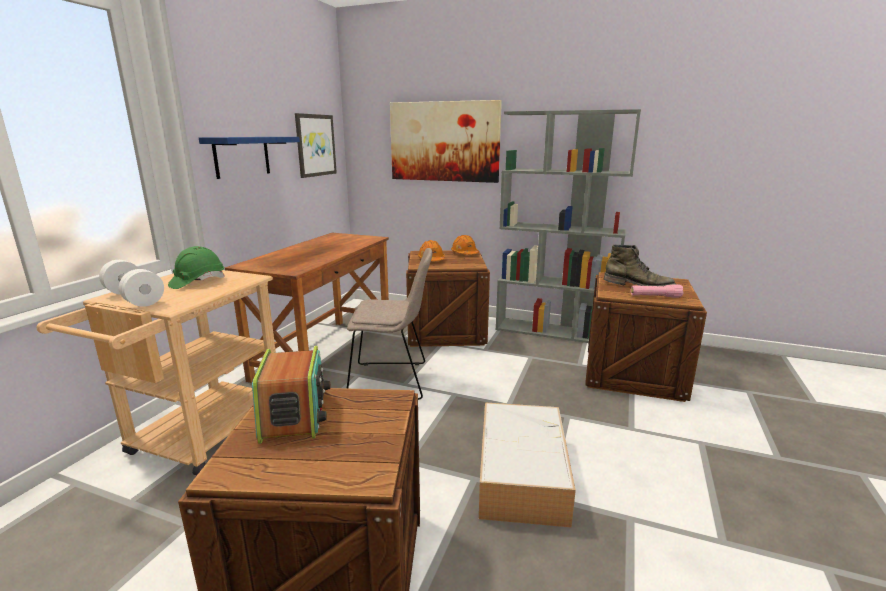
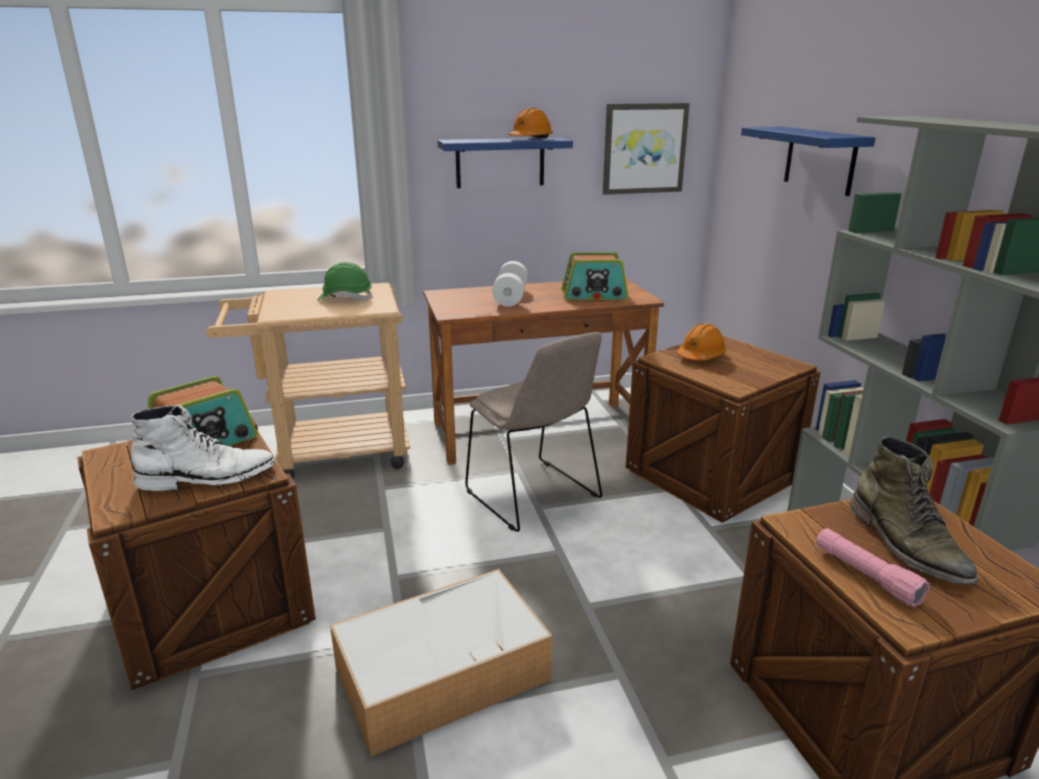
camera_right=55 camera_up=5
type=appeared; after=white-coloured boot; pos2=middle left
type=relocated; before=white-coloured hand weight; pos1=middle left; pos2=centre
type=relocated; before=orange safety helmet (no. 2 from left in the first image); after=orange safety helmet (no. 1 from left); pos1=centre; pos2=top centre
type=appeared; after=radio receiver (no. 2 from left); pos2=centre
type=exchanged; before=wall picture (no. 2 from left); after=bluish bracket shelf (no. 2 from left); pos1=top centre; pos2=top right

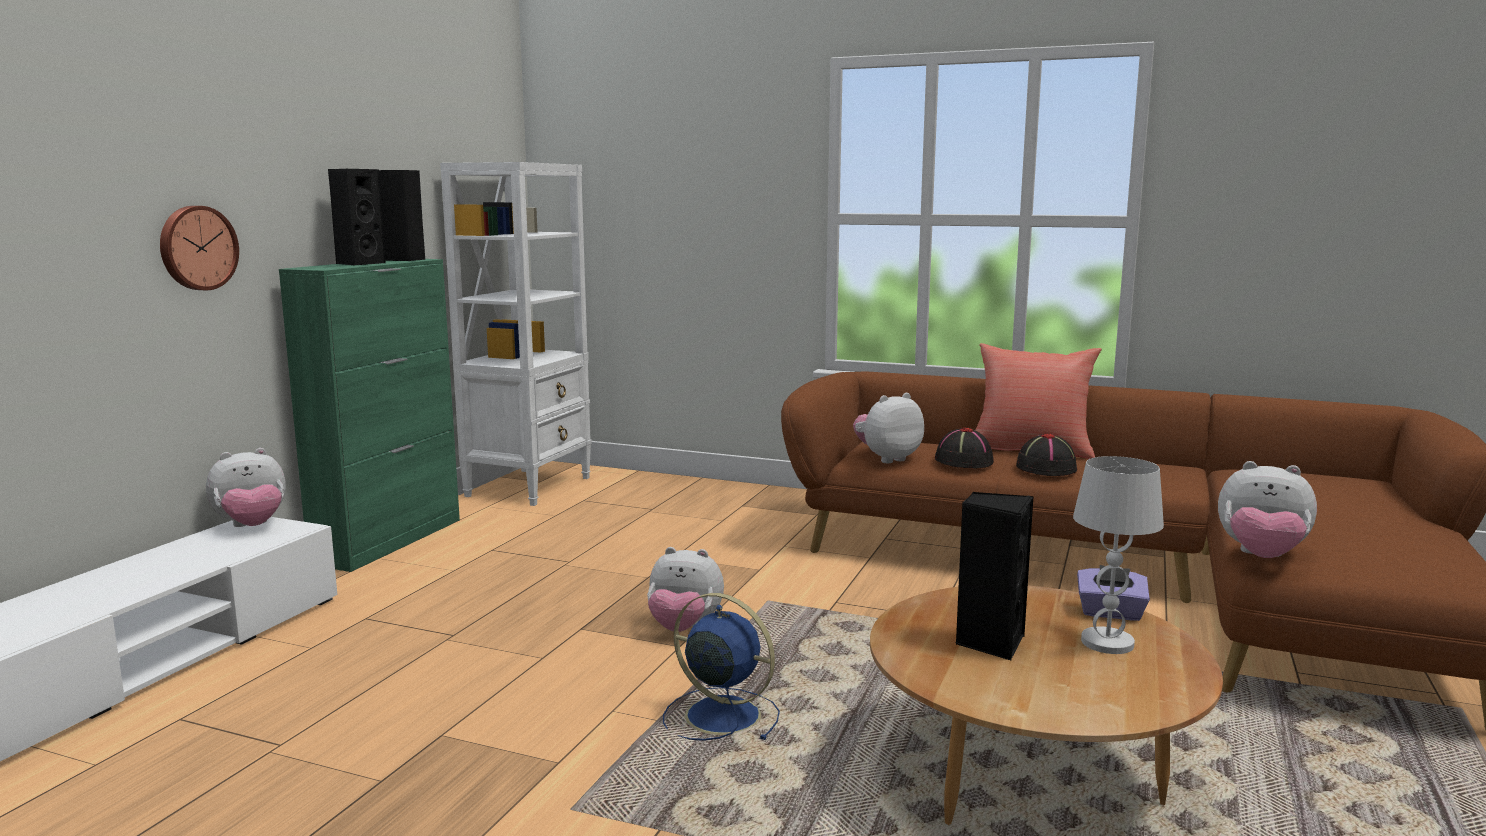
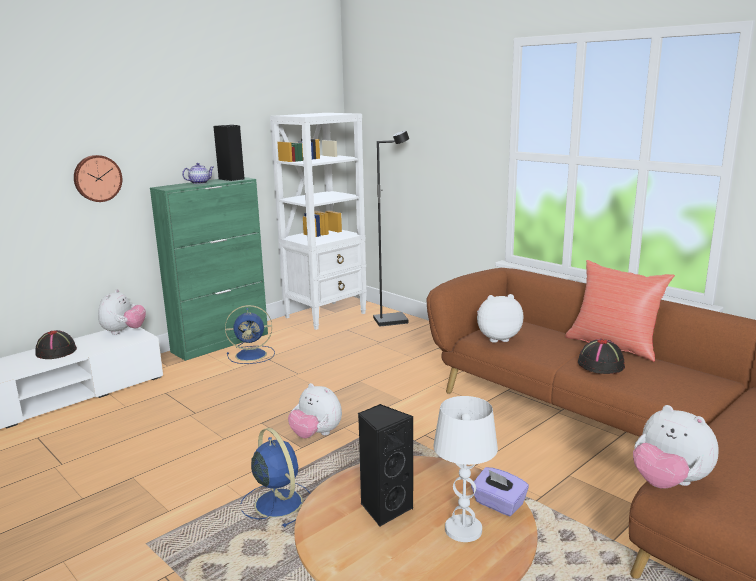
camera_right=25 camera_up=5
type=relocated; before=black-coloured clothing hat (no. 1 from left); pos1=centre; pos2=middle left
type=spun; before=plush toy (no. 1 from left); pos1=middle left; pos2=middle left; turn=-75
type=exchanged; before=black-coloured loudspeaker (no. 1 from left); after=tea pot; pos1=top left; pos2=top left
type=appeared; after=bluish electric fan (no. 1 from left); pos2=middle left
type=appeared; after=black-coloured standard lamp; pos2=centre

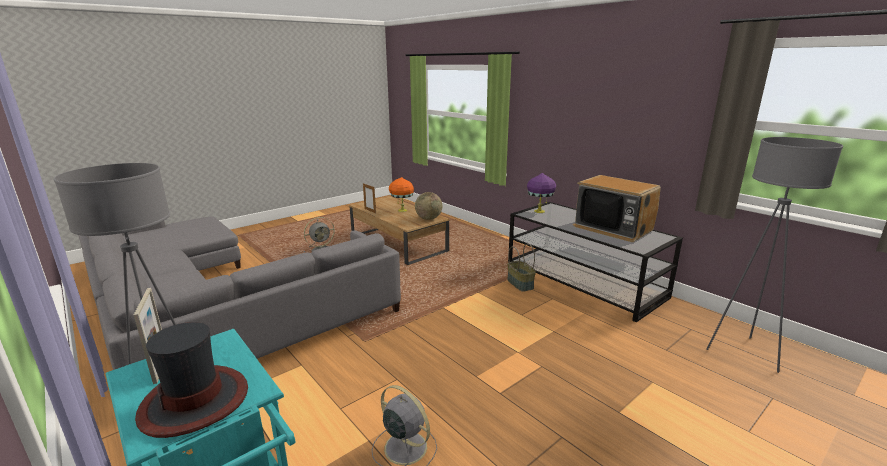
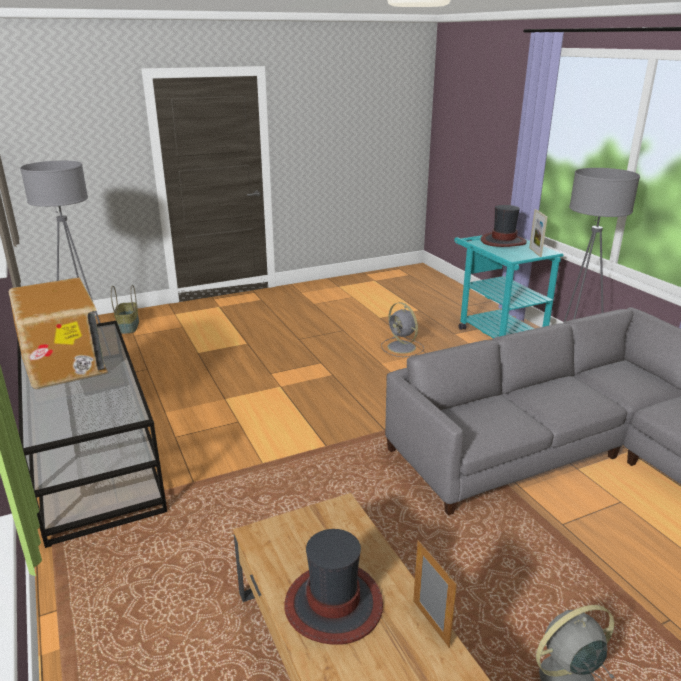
camera_right=-165 camera_up=5
type=relocated; before=basket; pos1=centre; pos2=middle left
type=exchanged; before=orange tabletop lamp; after=clothing hat (no. 1 from left); pos1=centre; pos2=bottom centre
type=missing; before=desk globe; pos1=centre
type=missing; before=purple tabletop lamp; pos1=centre

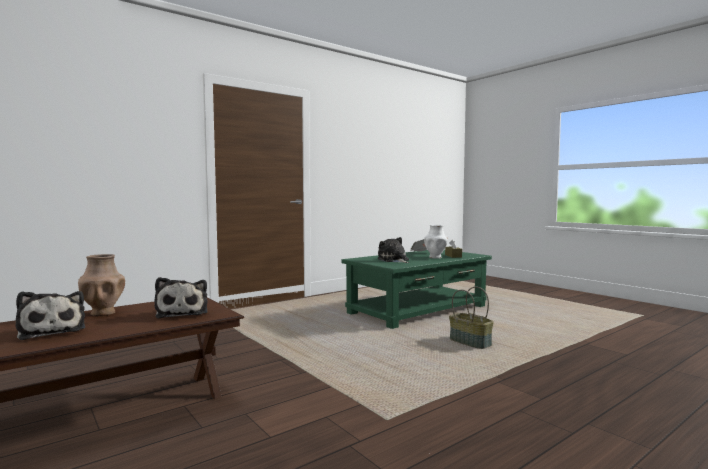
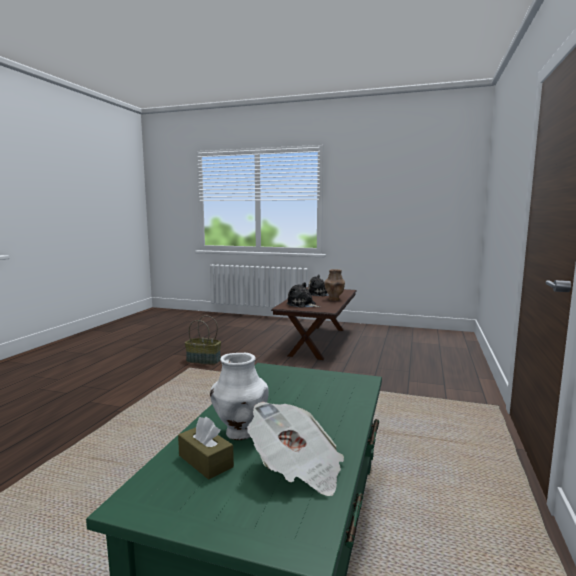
camera_right=145 camera_up=5
type=relocated; before=basket; pos1=bottom centre; pos2=centre
type=missing; before=plush toy (no. 3 from left); pos1=centre

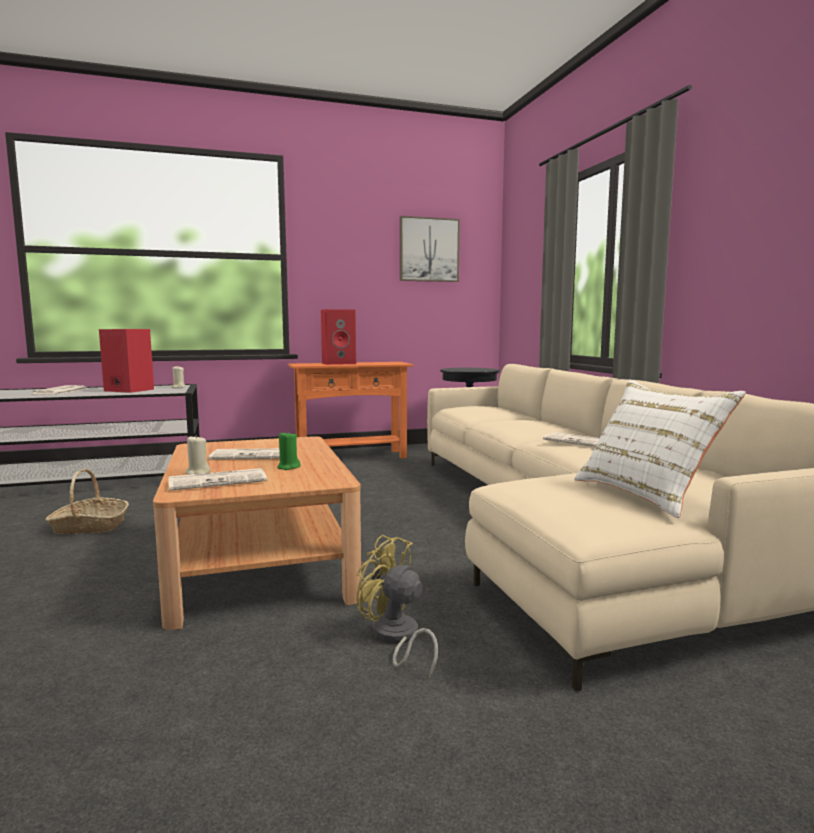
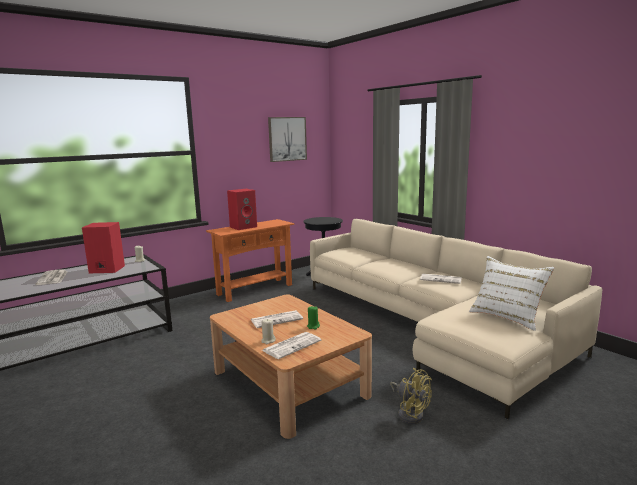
camera_right=-20 camera_up=5
type=spun; before=yellow-coloured electric fan; pos1=bottom centre; pos2=bottom centre; turn=-150
type=missing; before=basket; pos1=middle left

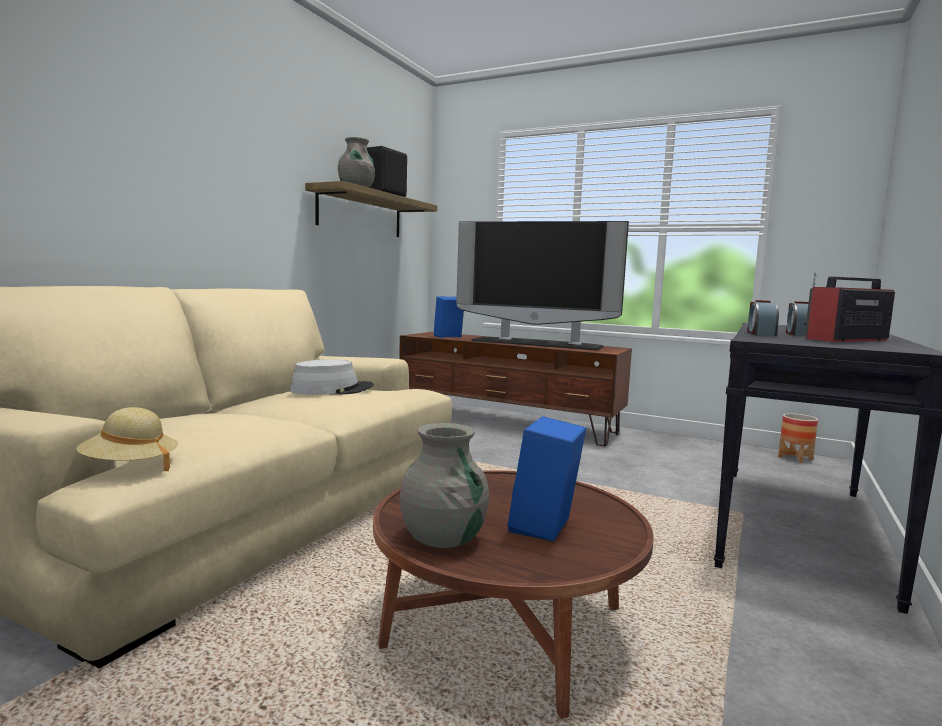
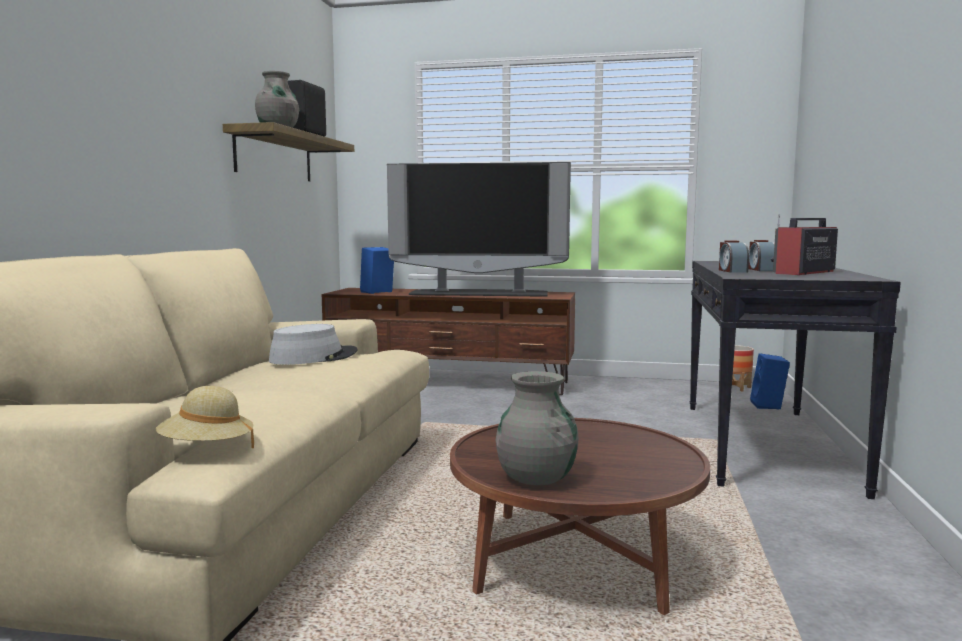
camera_right=-15 camera_up=0
type=relocated; before=bluish loudspeaker (no. 2 from left); pos1=centre; pos2=middle right

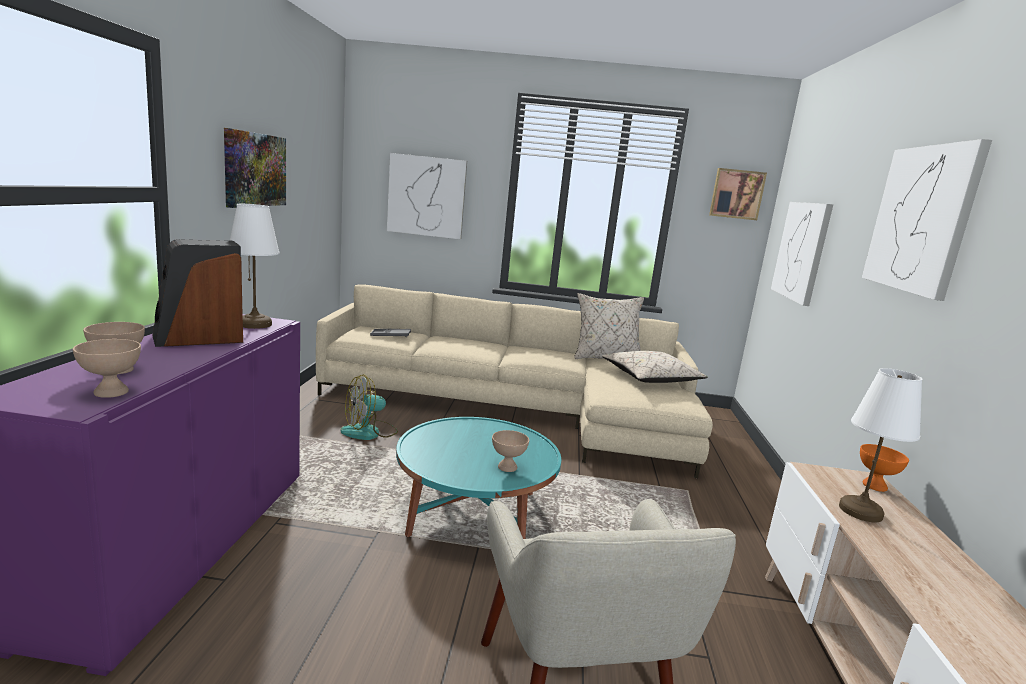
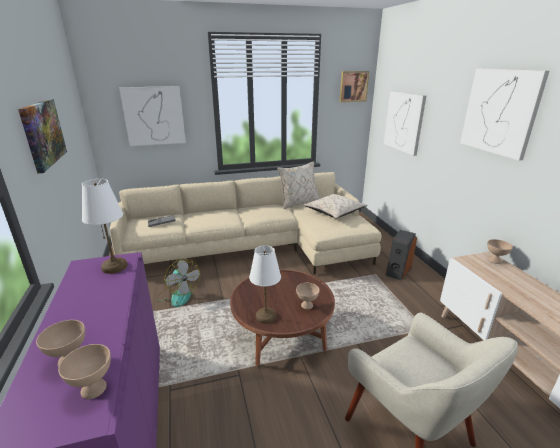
camera_right=-20 camera_up=10
type=spun; before=electric fan; pos1=centre; pos2=middle left; turn=-75
type=colour; before=blue-green coffee table; after=brown-coloured coffee table; pos1=bottom centre; pos2=bottom centre
type=relocated; before=white-coloured tabletop lamp (no. 2 from left); pos1=middle right; pos2=centre
type=relocated; before=loudspeaker; pos1=middle left; pos2=middle right
type=colour; before=orange bowl; after=beige-coloured bowl (no. 4 from left); pos1=bottom right; pos2=middle right

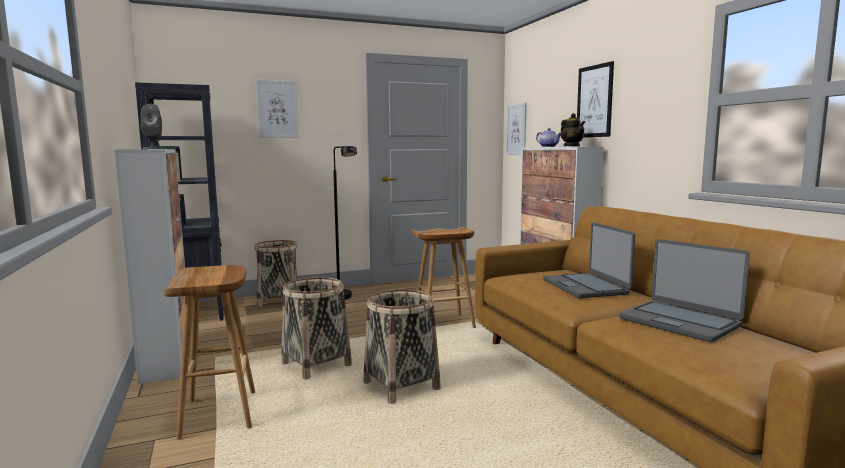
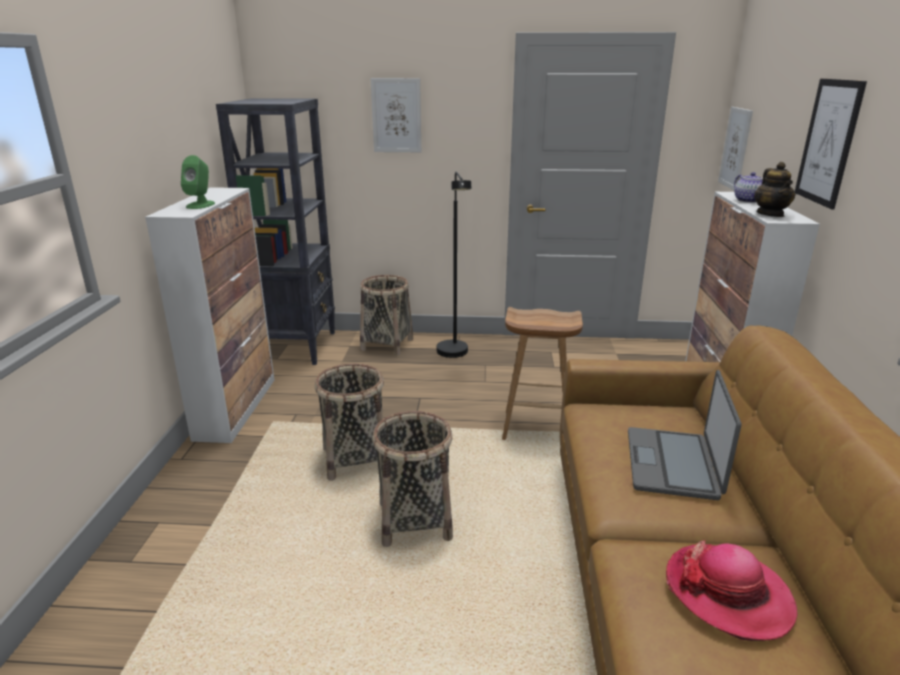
camera_right=25 camera_up=15
type=colour; before=grey loudspeaker; after=greenish loudspeaker; pos1=top left; pos2=top left
type=exchanged; before=portable computer (no. 2 from left); after=clothing hat; pos1=middle right; pos2=bottom right
type=missing; before=brown-coloured stool (no. 1 from left); pos1=bottom left

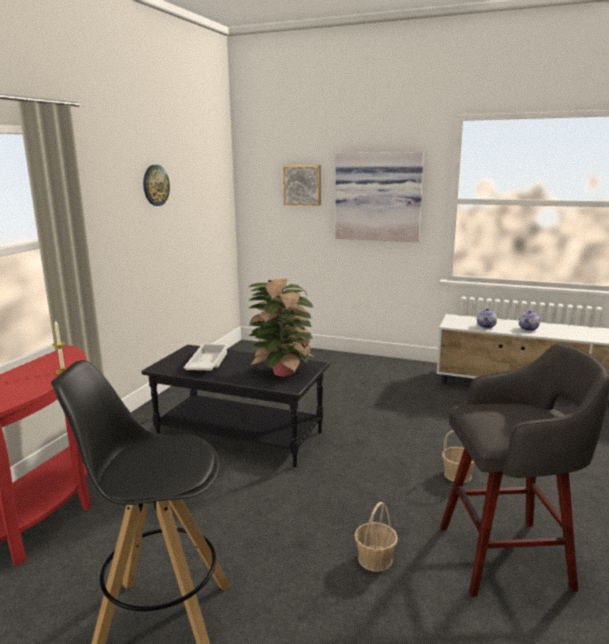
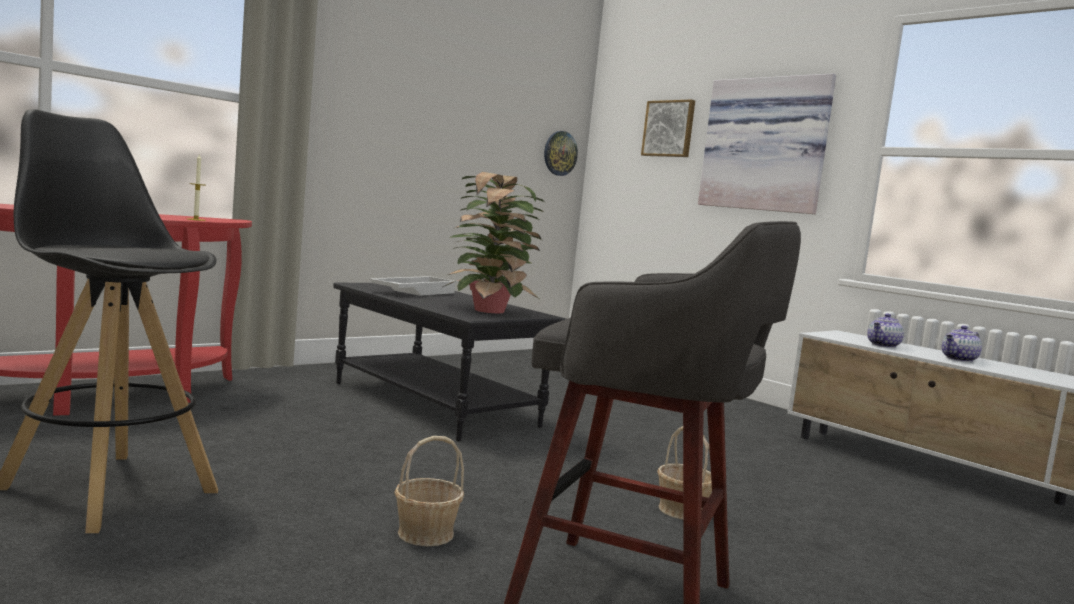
camera_right=25 camera_up=-10
type=relocated; before=wall clock; pos1=top left; pos2=top centre

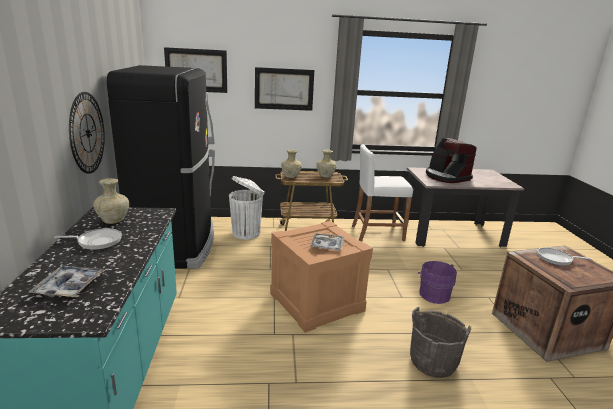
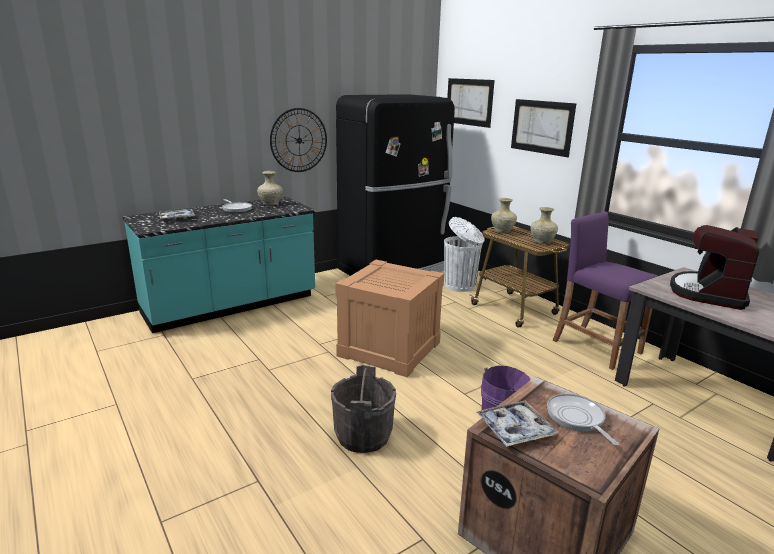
camera_right=60 camera_up=0
type=relocated; before=carrying tray (no. 2 from left); pos1=centre; pos2=bottom right
type=colour; before=white-coloured stool; after=purple stool; pos1=centre; pos2=middle right

